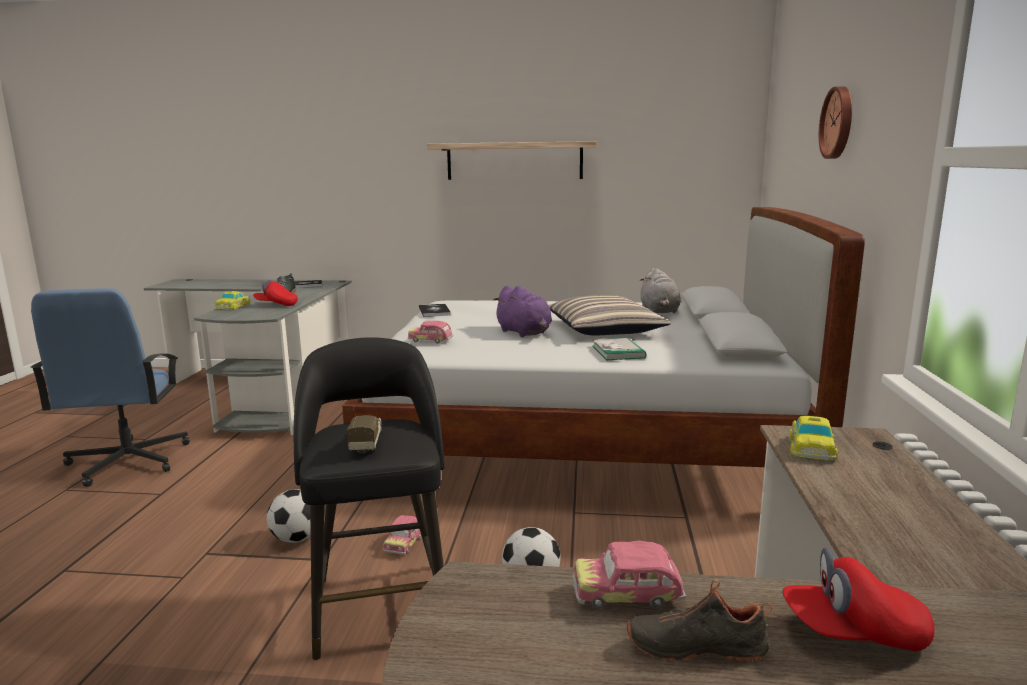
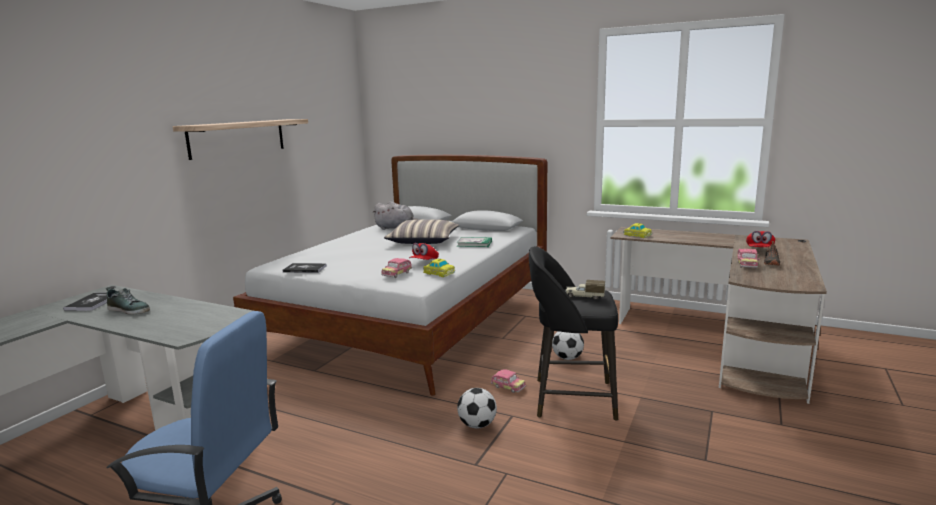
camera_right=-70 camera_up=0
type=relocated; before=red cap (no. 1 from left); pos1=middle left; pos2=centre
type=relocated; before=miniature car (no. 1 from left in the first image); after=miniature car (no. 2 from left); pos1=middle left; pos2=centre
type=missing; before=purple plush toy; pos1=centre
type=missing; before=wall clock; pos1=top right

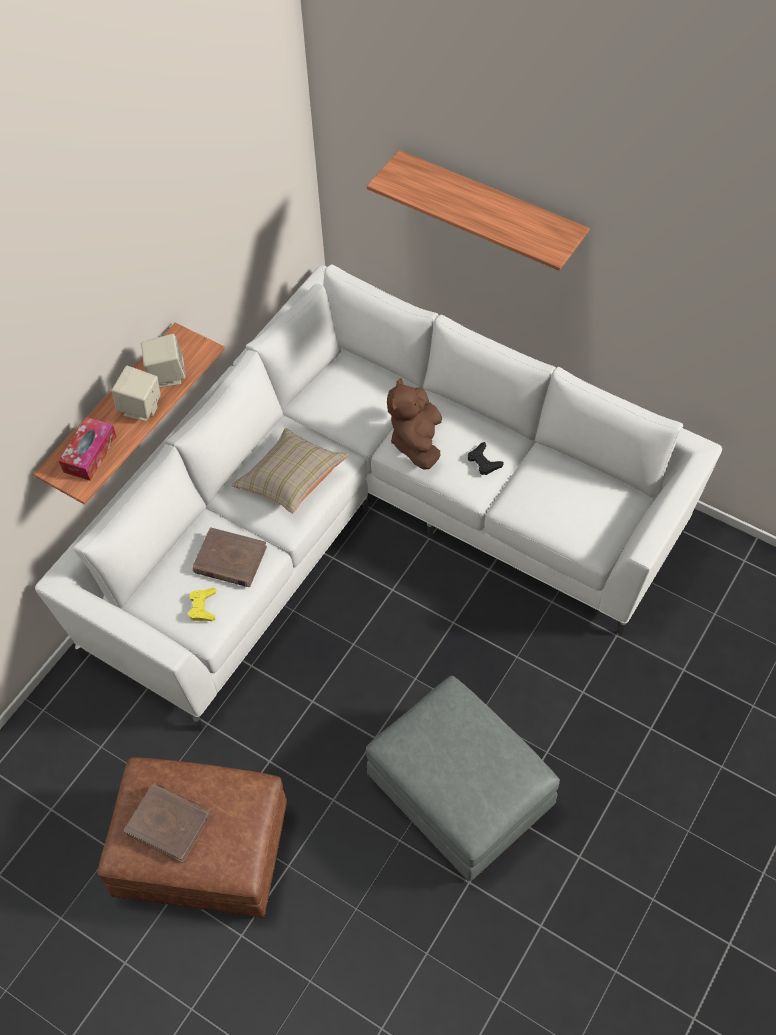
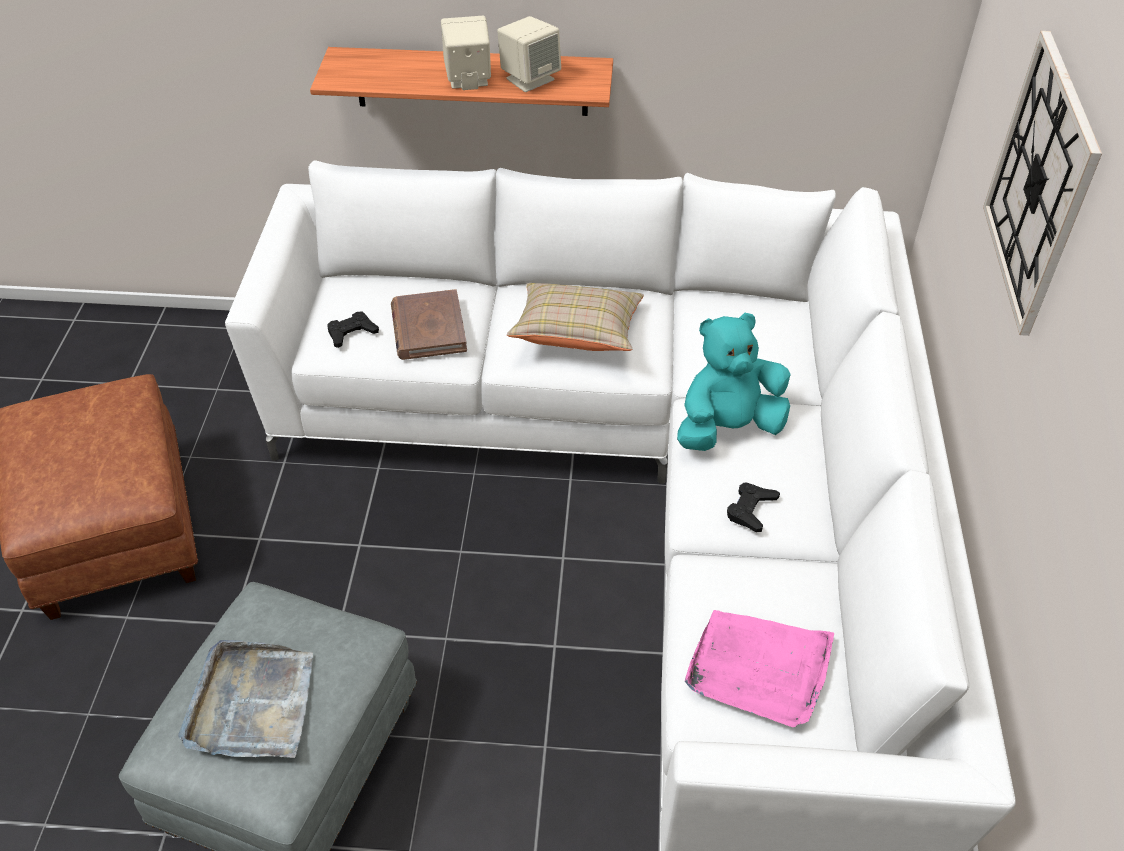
camera_right=60 camera_up=-10
type=appeared; after=grey carrying tray; pos2=bottom left
type=colour; before=yellow-coloured game controller; after=black-coloured game controller (no. 1 from left); pos1=middle left; pos2=middle left
type=colour; before=brown-coloured plush toy; after=blue-green plush toy; pos1=centre; pos2=centre
type=appeared; after=pinkish carrying tray; pos2=bottom right
type=exchanged; before=bracket shelf (no. 2 from left); after=wall clock; pos1=top centre; pos2=top right
type=missing; before=tissue box; pos1=middle left
type=missing; before=brown-coloured volume (no. 1 from left); pos1=bottom left

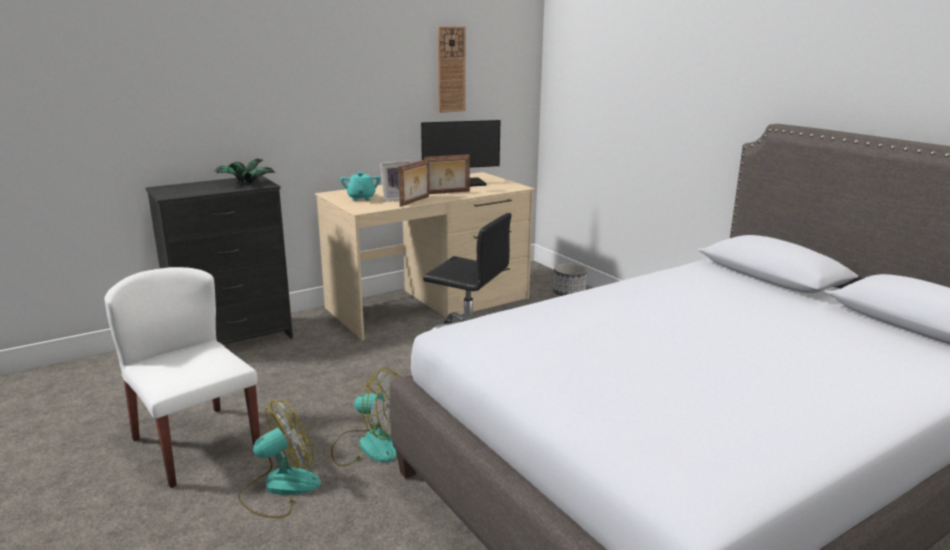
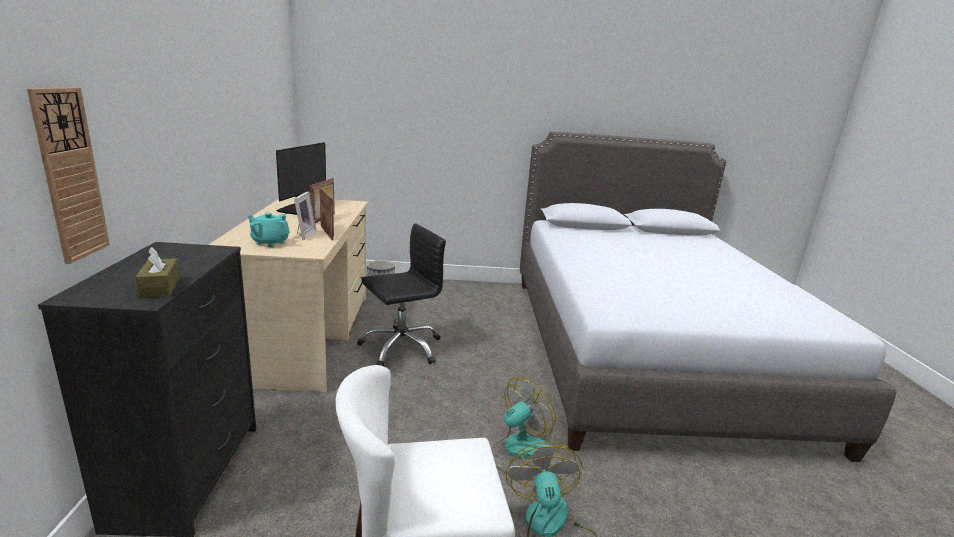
camera_right=-60 camera_up=0
type=relocated; before=wall clock; pos1=top centre; pos2=top left
type=appeared; after=brown-coloured tissue box; pos2=middle left
type=missing; before=potted plant; pos1=top left

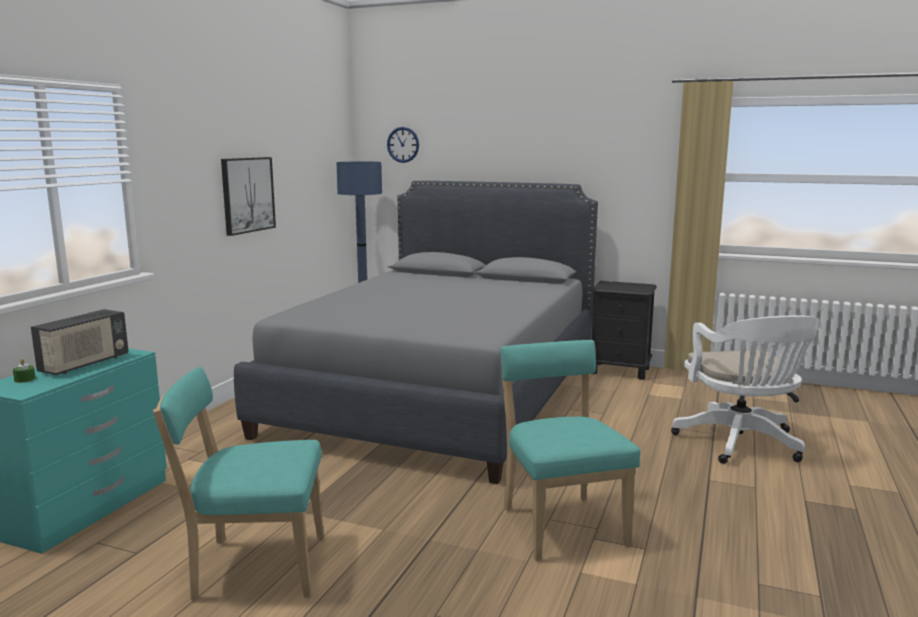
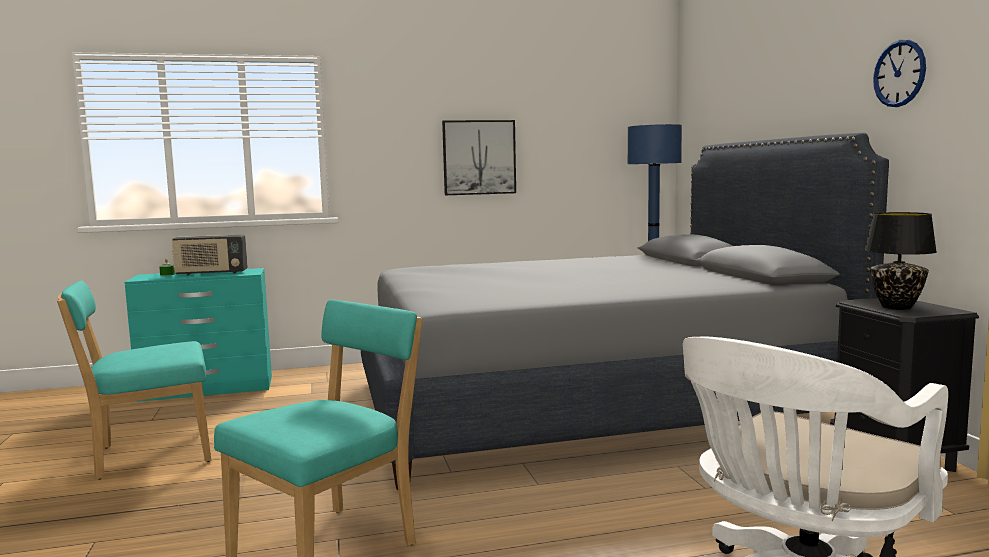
camera_right=55 camera_up=-5
type=spun; before=blue-green upright chair (no. 1 from left); pos1=bottom left; pos2=bottom left; turn=-75
type=appeared; after=black-coloured tabletop lamp; pos2=middle right
type=relocated; before=wall clock; pos1=top centre; pos2=top right

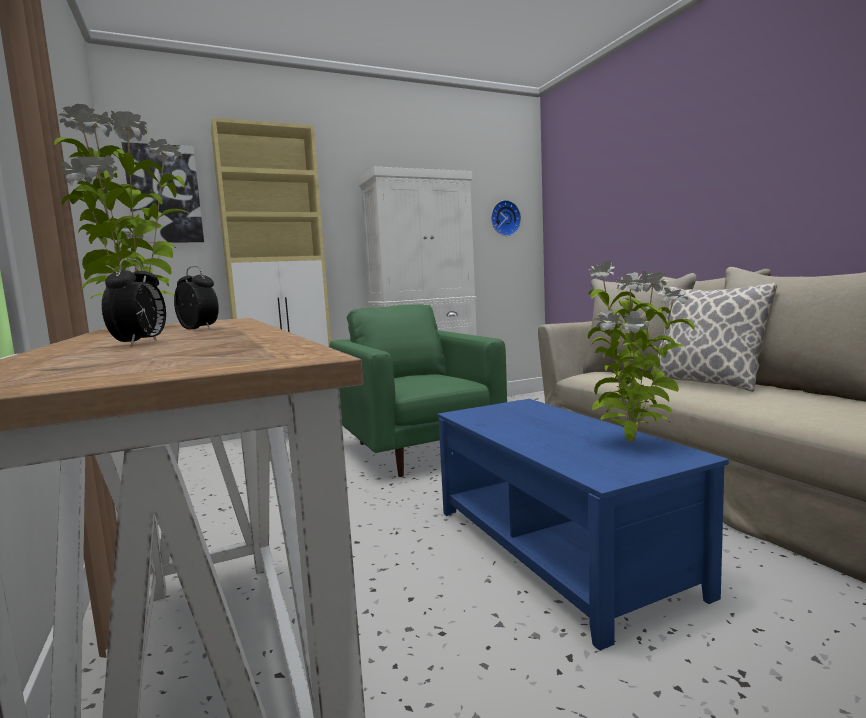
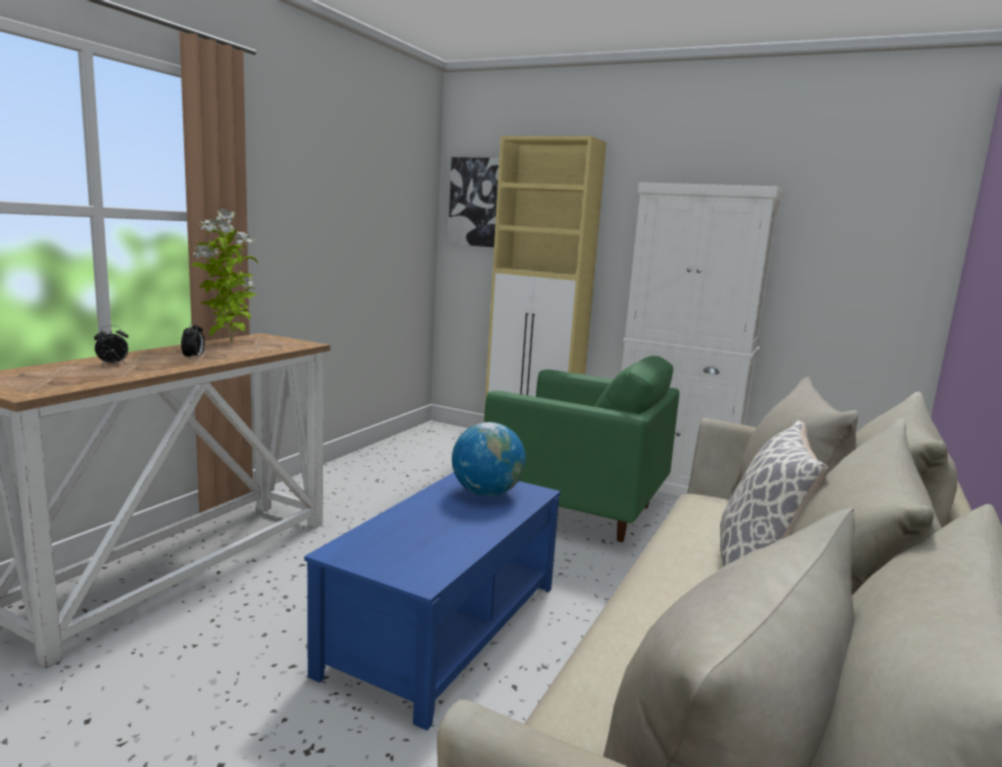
camera_right=50 camera_up=5
type=appeared; after=desk globe; pos2=centre
type=spun; before=greenish lounge chair; pos1=centre; pos2=centre; turn=90
type=missing; before=wall clock; pos1=top centre
type=missing; before=potted plant (no. 2 from left); pos1=middle right

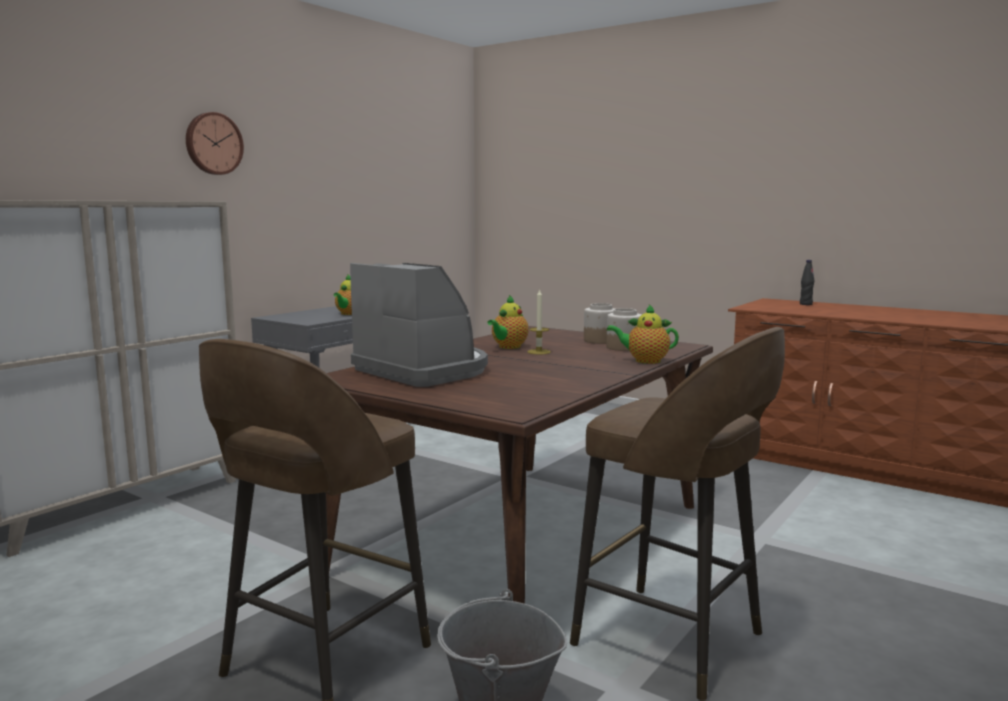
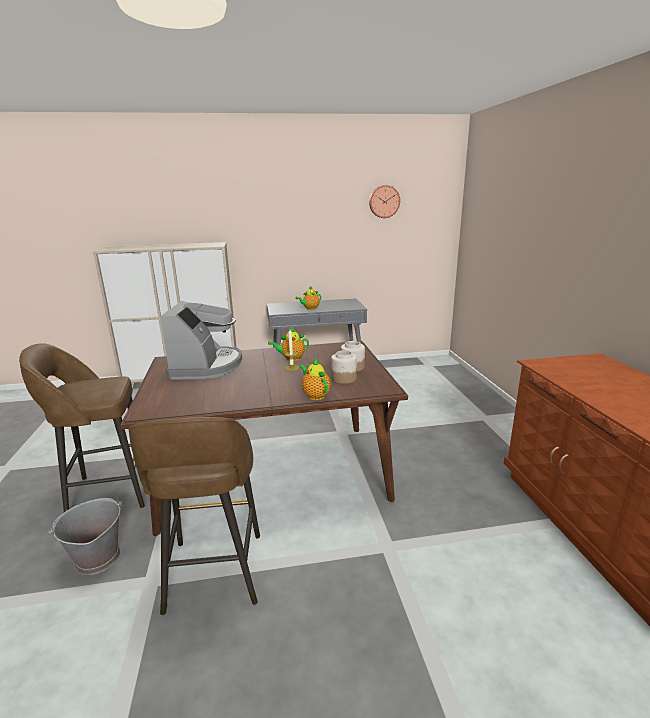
camera_right=45 camera_up=10
type=relocated; before=wall clock; pos1=top left; pos2=top centre
type=missing; before=black-coloured bottle; pos1=middle right

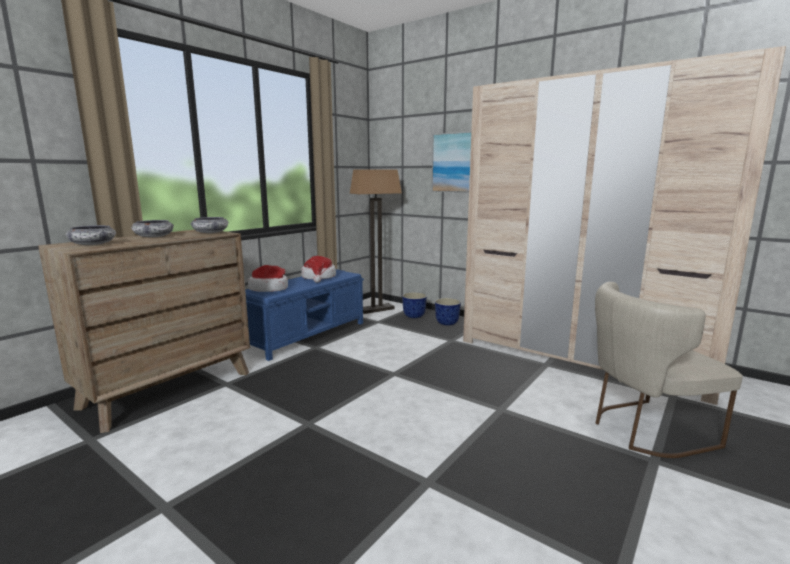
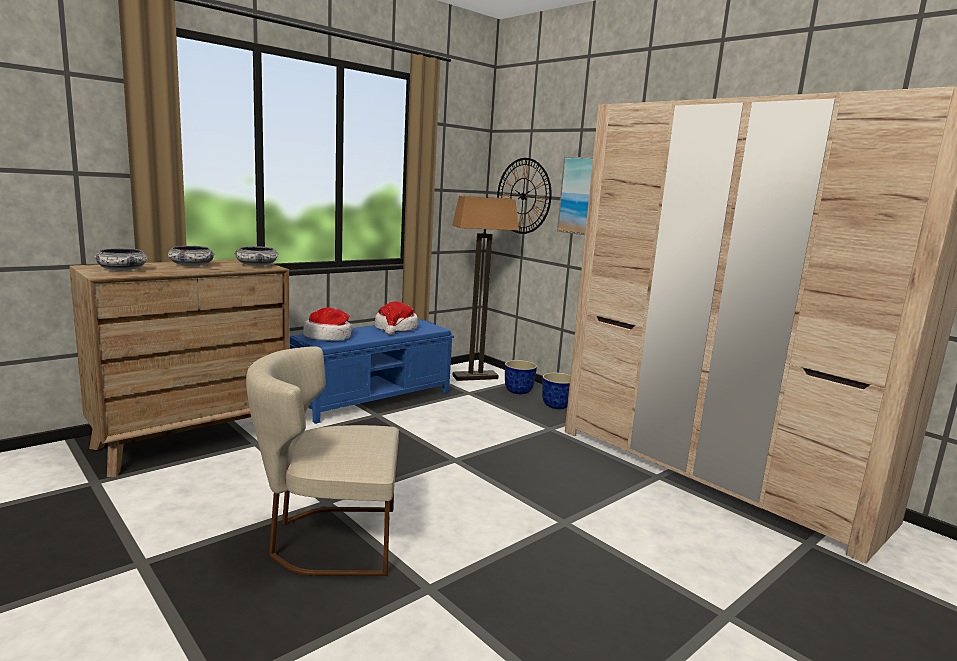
camera_right=10 camera_up=0
type=relocated; before=beige-coloured upright chair; pos1=middle right; pos2=bottom centre
type=appeared; after=wall clock; pos2=top centre

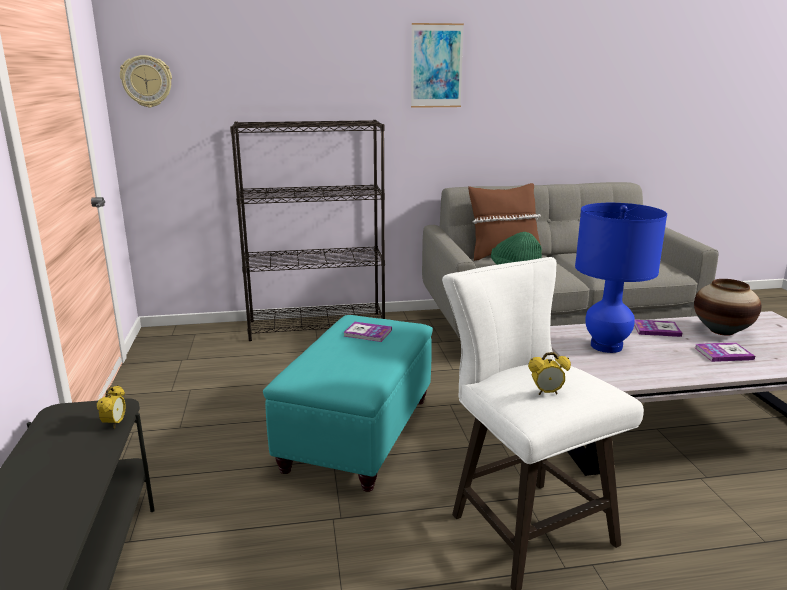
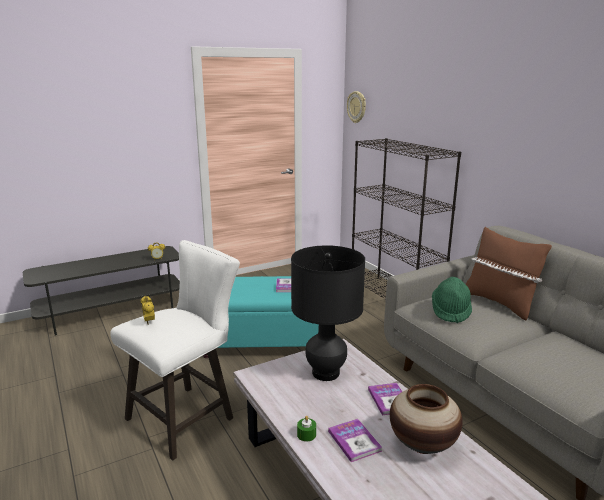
camera_right=70 camera_up=0
type=colour; before=bluish tabletop lamp; after=black-coloured tabletop lamp; pos1=middle right; pos2=centre
type=appeared; after=greenish wax candle; pos2=bottom centre
type=missing; before=wall picture; pos1=top centre

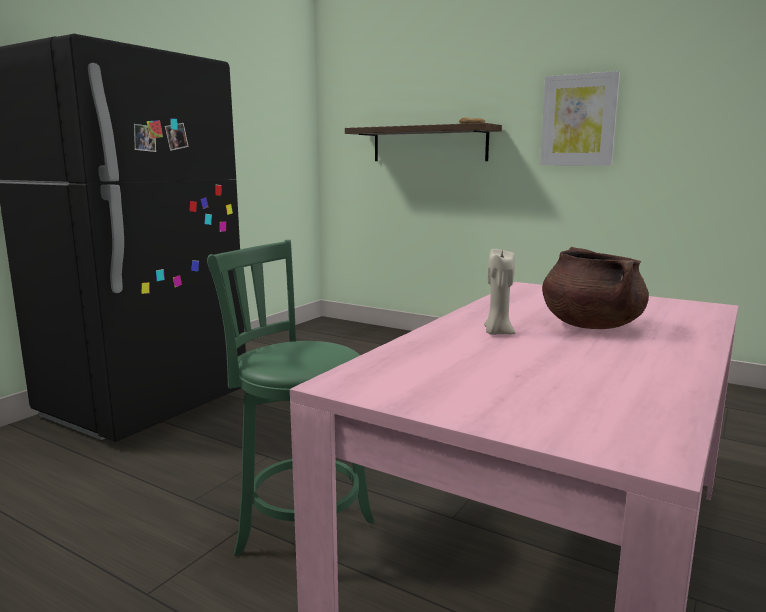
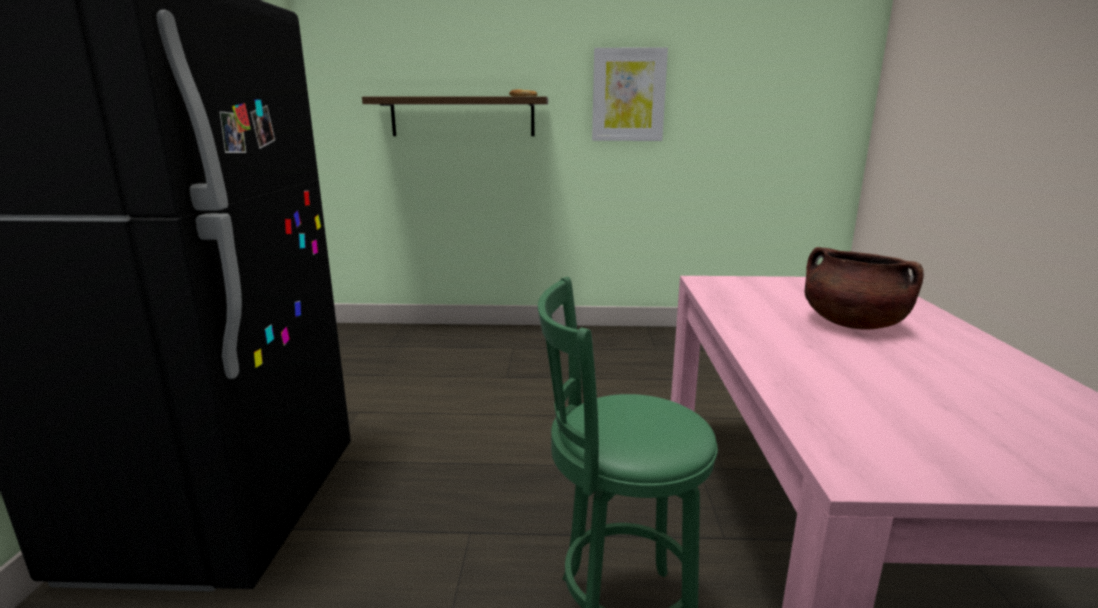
camera_right=-30 camera_up=5
type=missing; before=beige-coloured wax candle; pos1=centre

